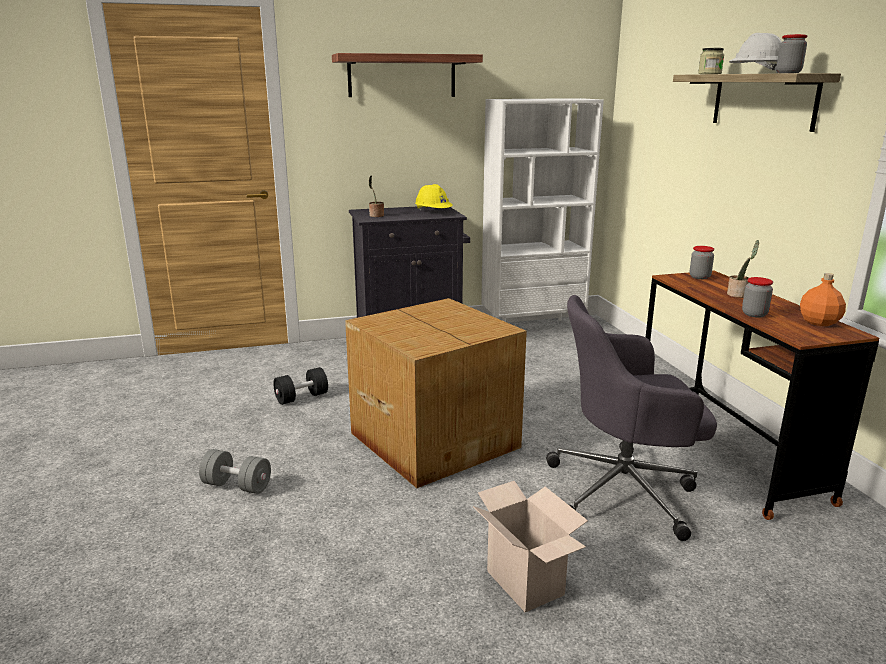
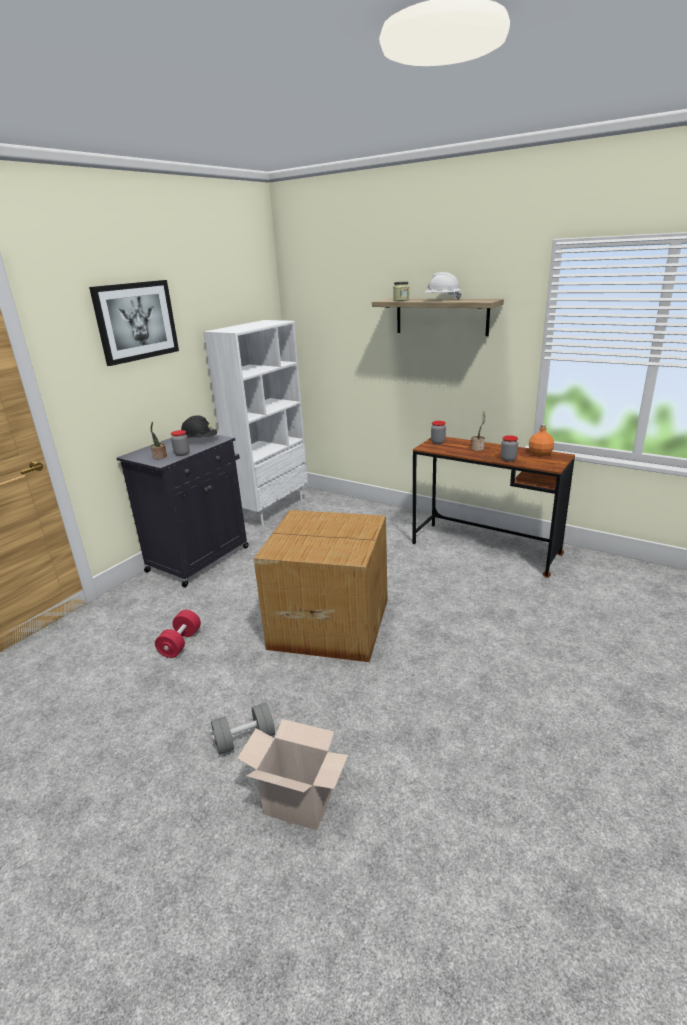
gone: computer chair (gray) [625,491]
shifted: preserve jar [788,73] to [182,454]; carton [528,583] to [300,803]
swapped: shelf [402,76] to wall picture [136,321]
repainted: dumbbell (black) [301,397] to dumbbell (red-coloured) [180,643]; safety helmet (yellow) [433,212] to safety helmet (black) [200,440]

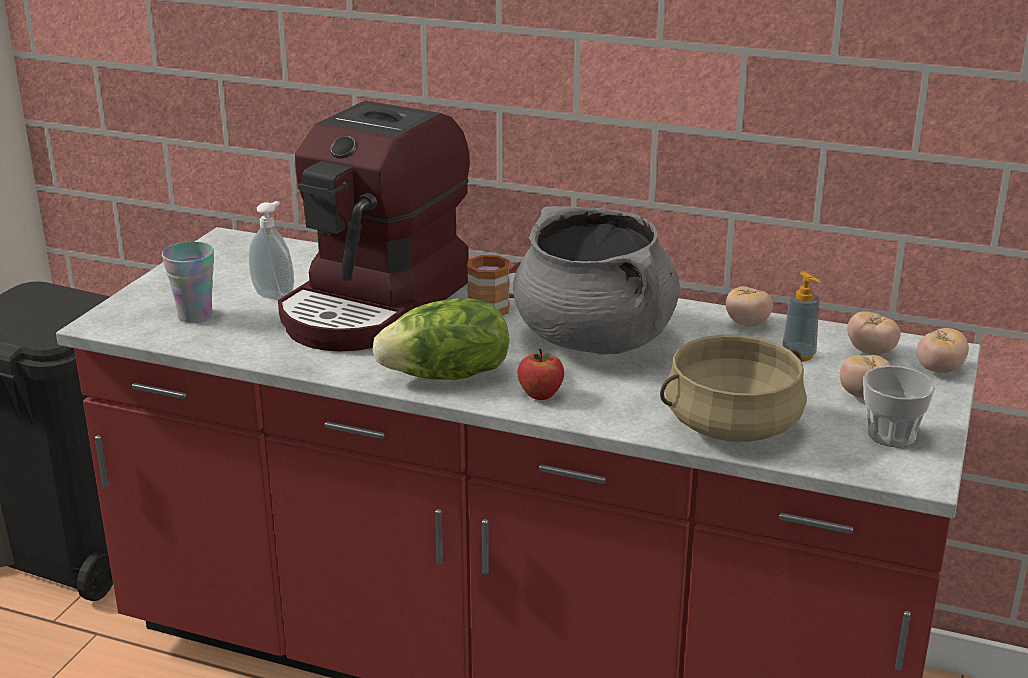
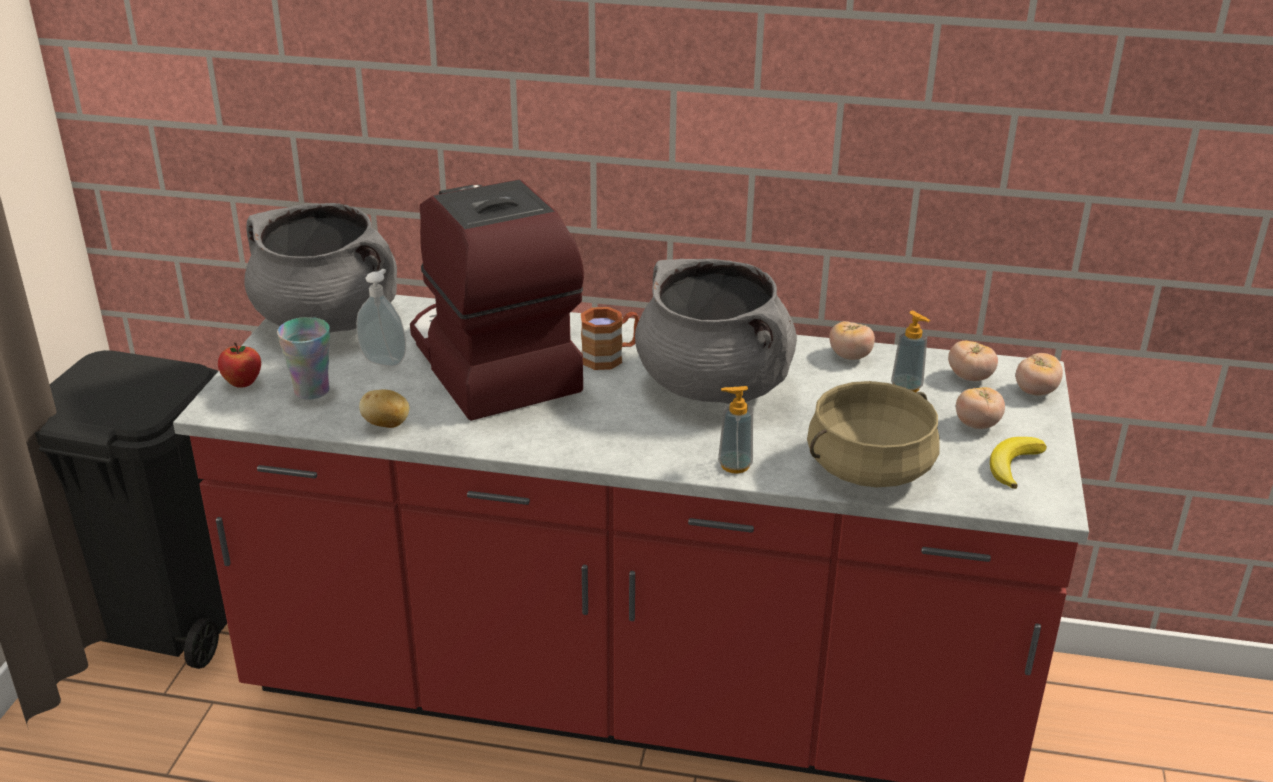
gone: lettuce [447,376]
new: stockpot (gray) [328,320]; spud [386,425]; soap bottle [735,465]
shifted: apple [540,395] to [243,383]
swapped: drinking cup [891,435] to whole banana [1013,465]
rotated: coffee brewer [375,305] = [489,364] 135 degrees clockwise

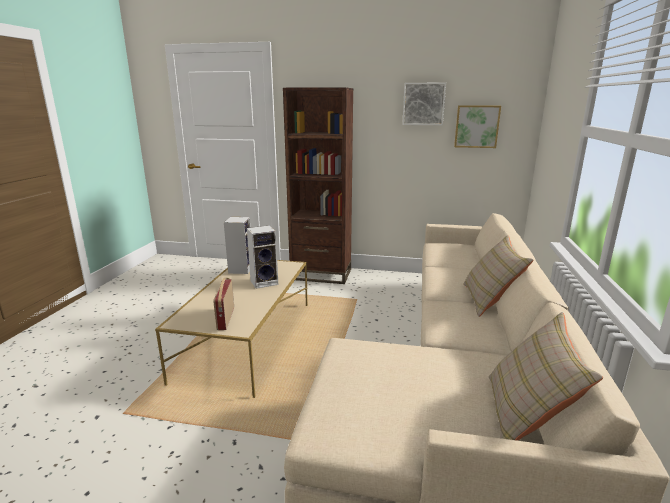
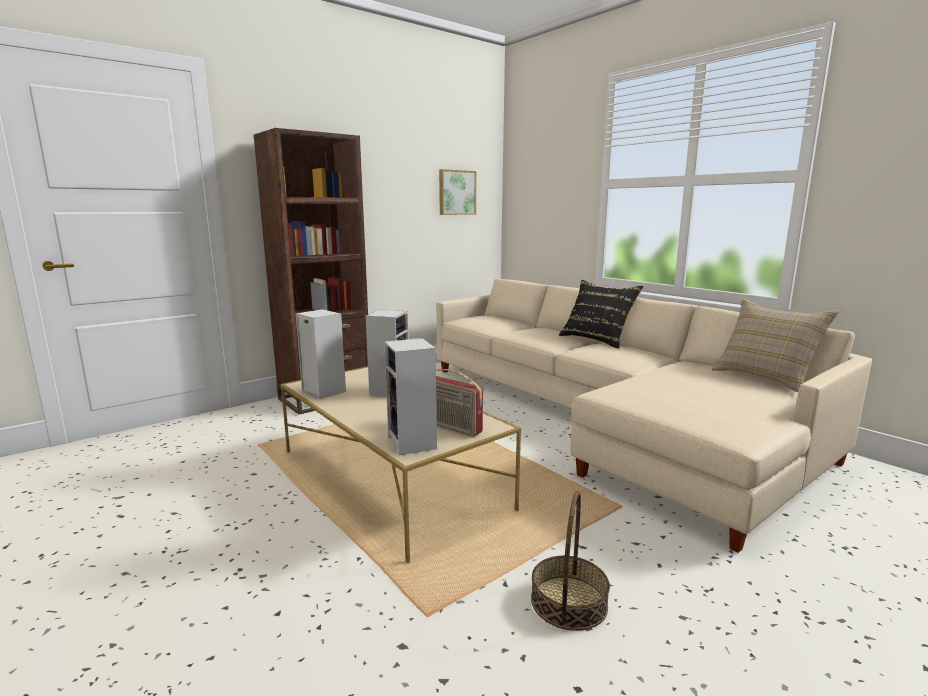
gone: wall picture [423,104]
new: audio speaker [413,444]; storage basket [569,602]
repainted: throw pillow (beige) [489,301] to throw pillow (black) [597,339]

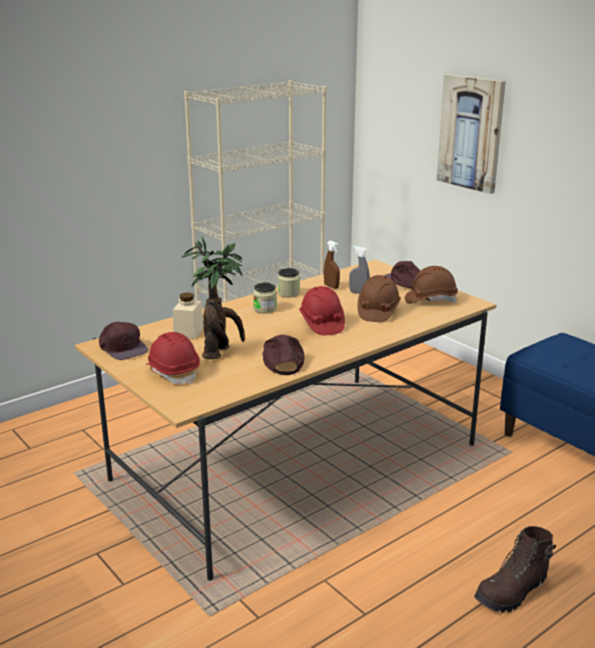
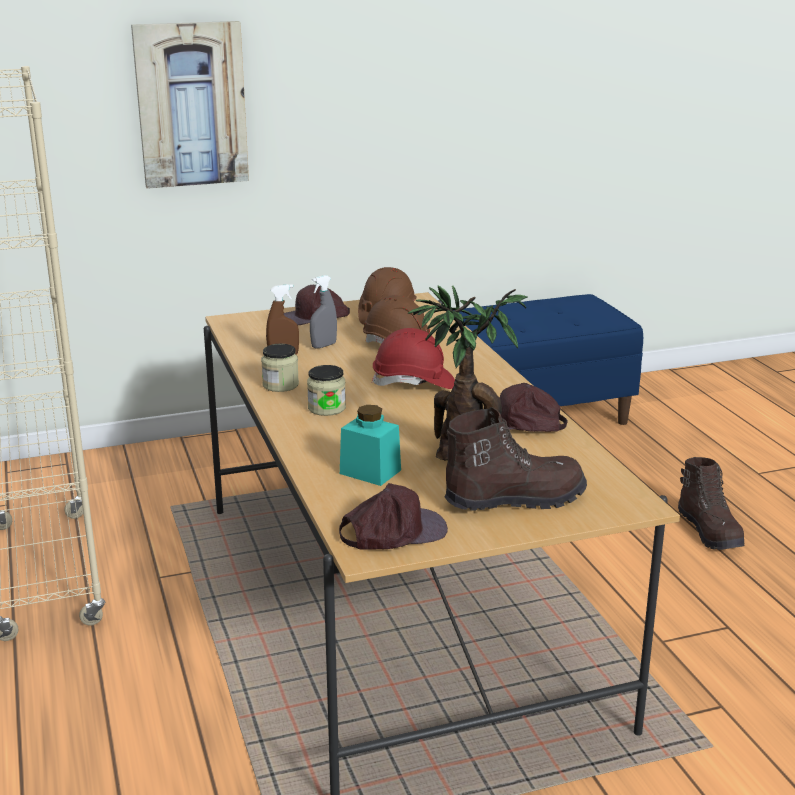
swapped: safety helmet (red-coloured) [173,372] to tall boot (brownish) [514,499]
repainted: preserve jar (beige) [188,332] to preserve jar (blue-green) [370,472]

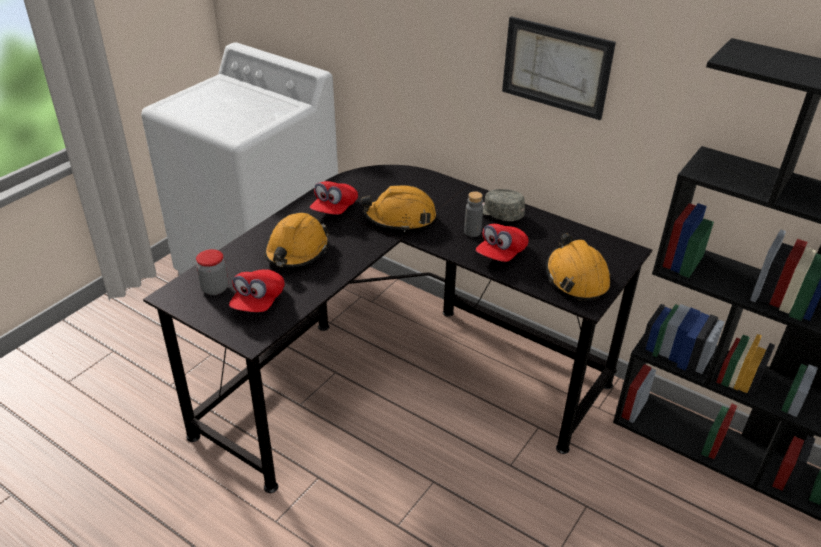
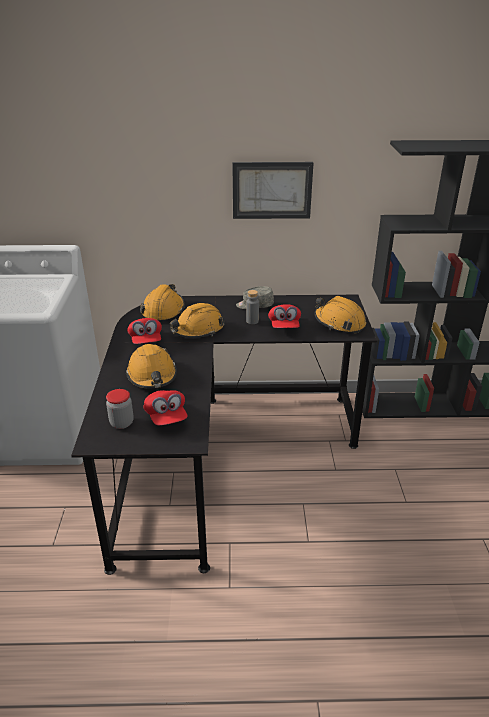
new: safety helmet (orange-coloured) [163,311]

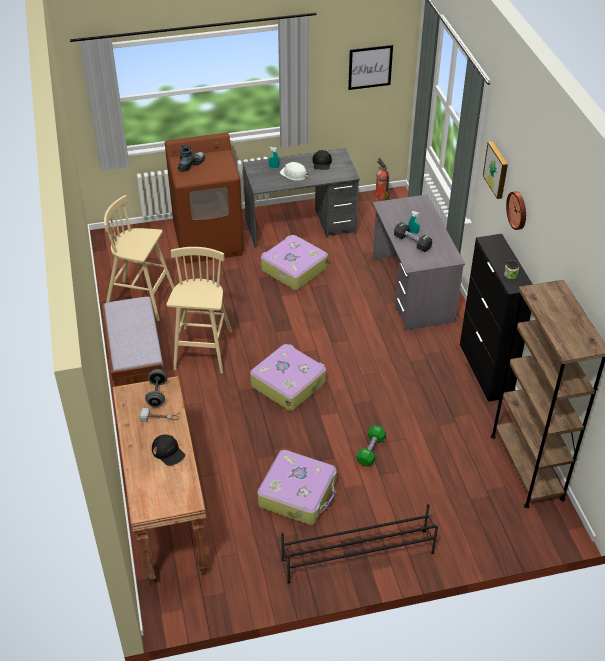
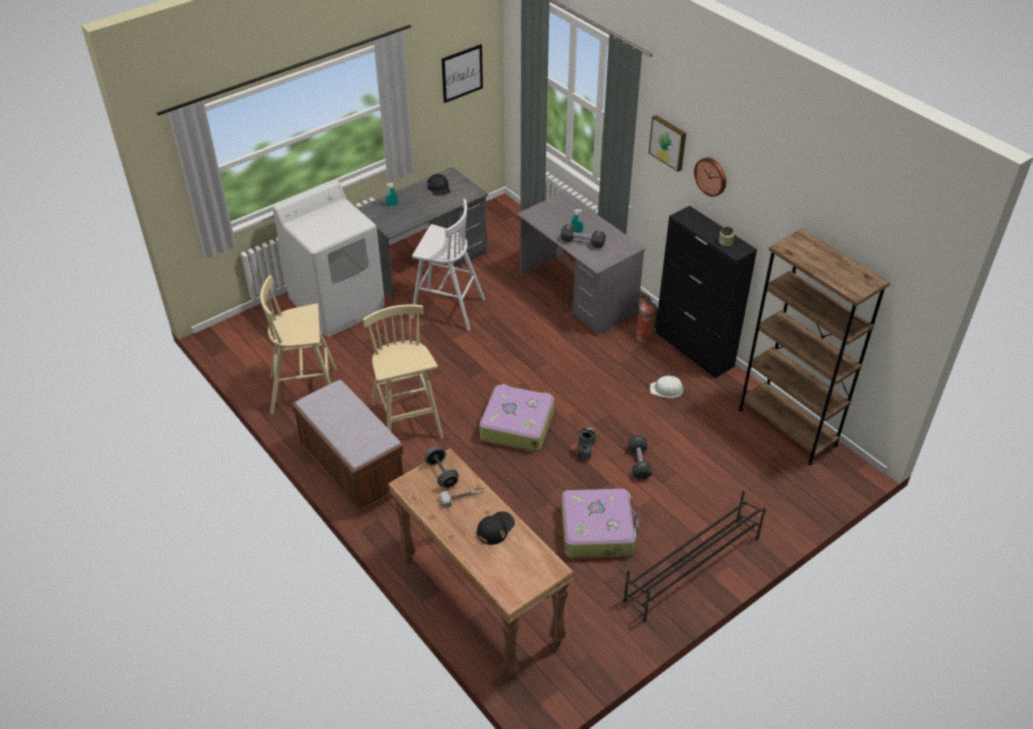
shifted: tall boot [191,165] to [586,446]; fire extinguisher [380,200] to [643,337]; safety helmet (white-coloured) [294,174] to [666,389]
swapped: suitcase [293,269] to stool (white-coloured) [446,308]
repainted: washing machine (brownish) [209,241] to washing machine (white-coloured) [338,305]; dumbbell (green-coloured) [370,450] to dumbbell (black) [639,463]
rotated: peaked cap (black) [168,452] = [495,528] 75 degrees counterclockwise

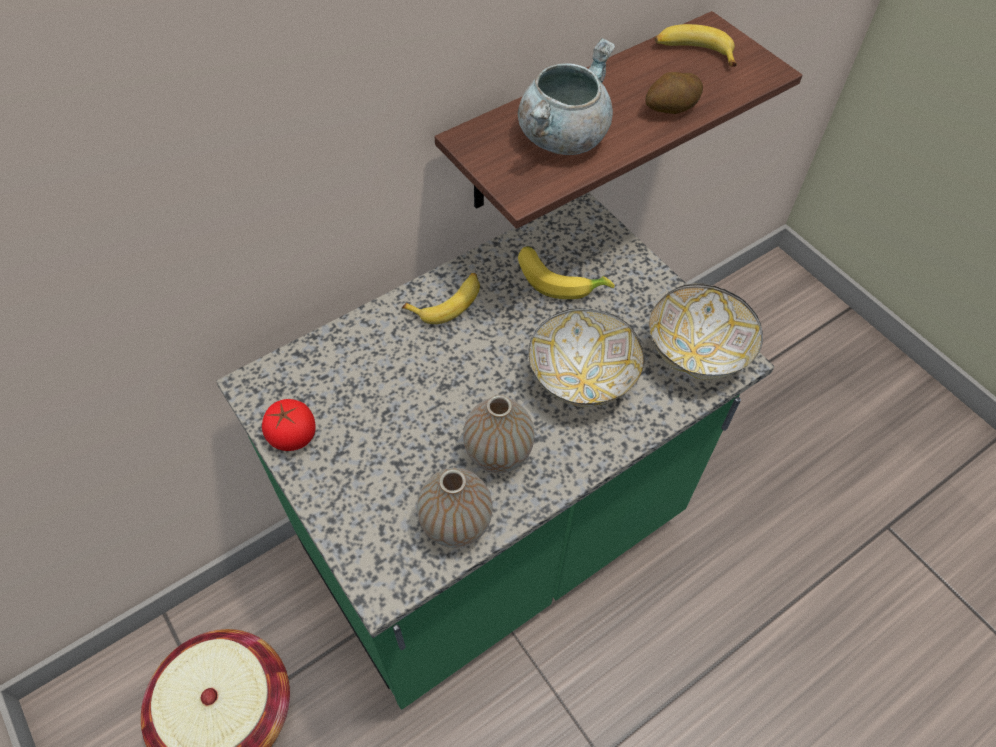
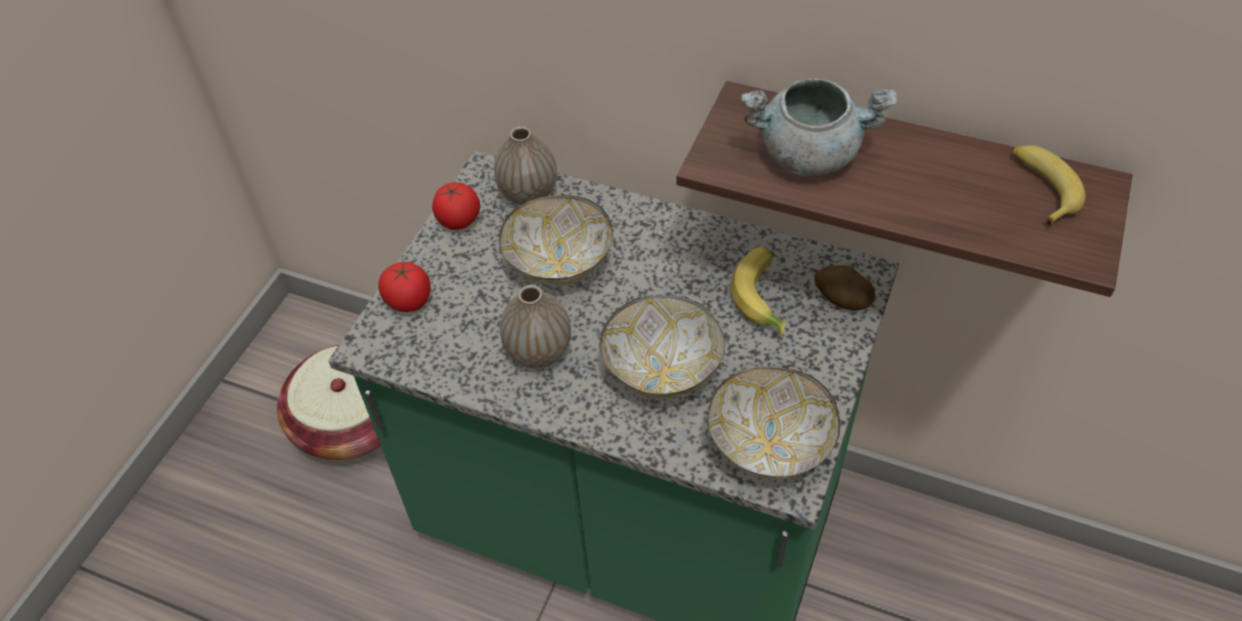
gone: whole banana [447,302]
new: fresh tomato [409,300]; deep dish [560,265]
shifted: vase [456,524] to [528,194]; spud [670,109] to [841,299]

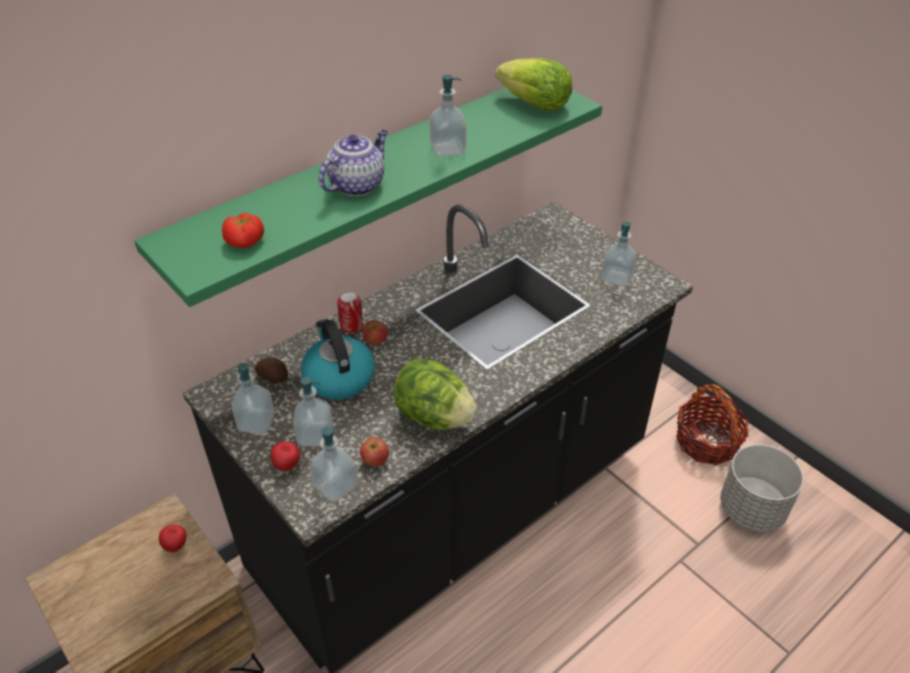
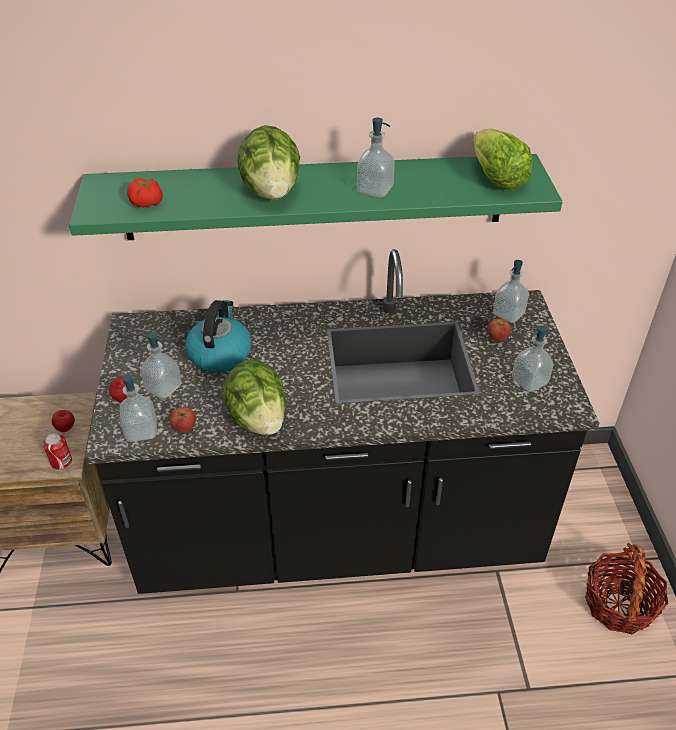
gone: spud [273,376]; plant pot (gray) [752,509]
shifted: sealed can [351,325] to [61,462]; apple [375,341] to [497,338]; soap bottle [256,422] to [508,314]
swapped: pot for tea [357,184] to lettuce [271,191]

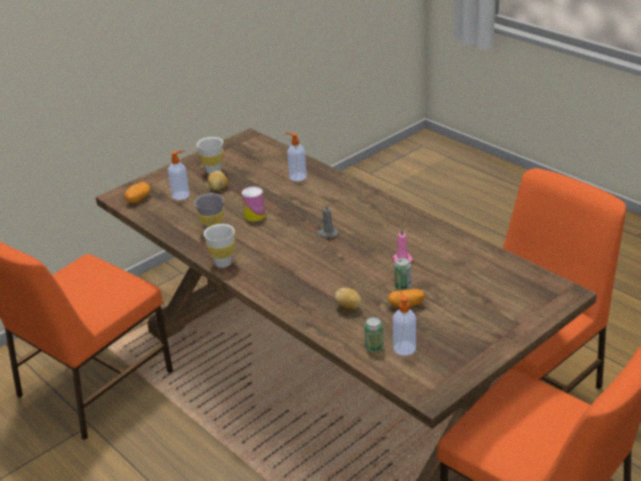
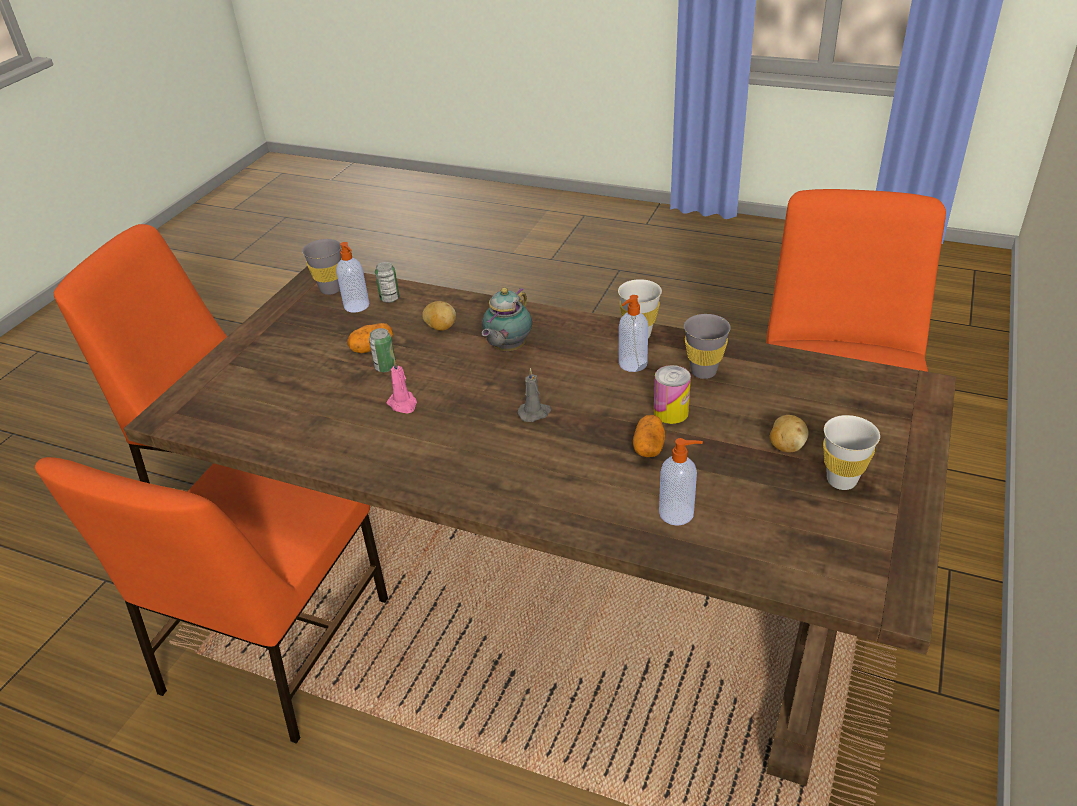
new: drinking cup (gray) [331,289]; pot for tea [507,349]
shifted: soap bottle [181,195] to [632,364]; spud [138,199] to [649,447]

